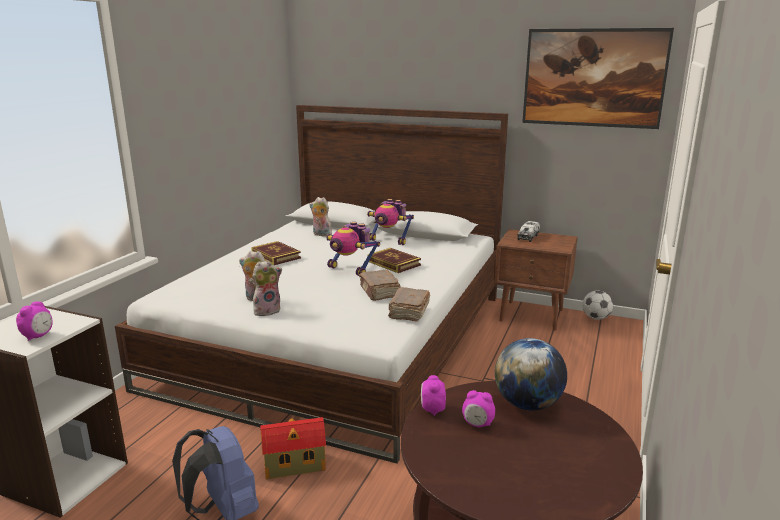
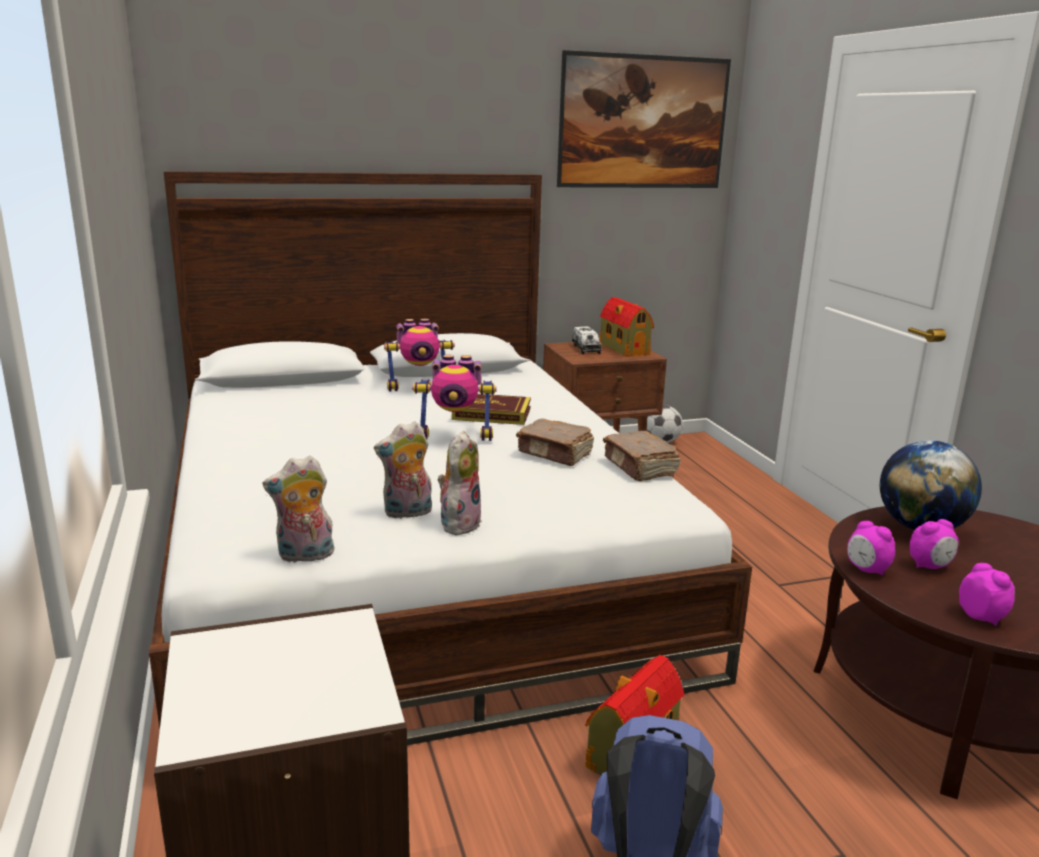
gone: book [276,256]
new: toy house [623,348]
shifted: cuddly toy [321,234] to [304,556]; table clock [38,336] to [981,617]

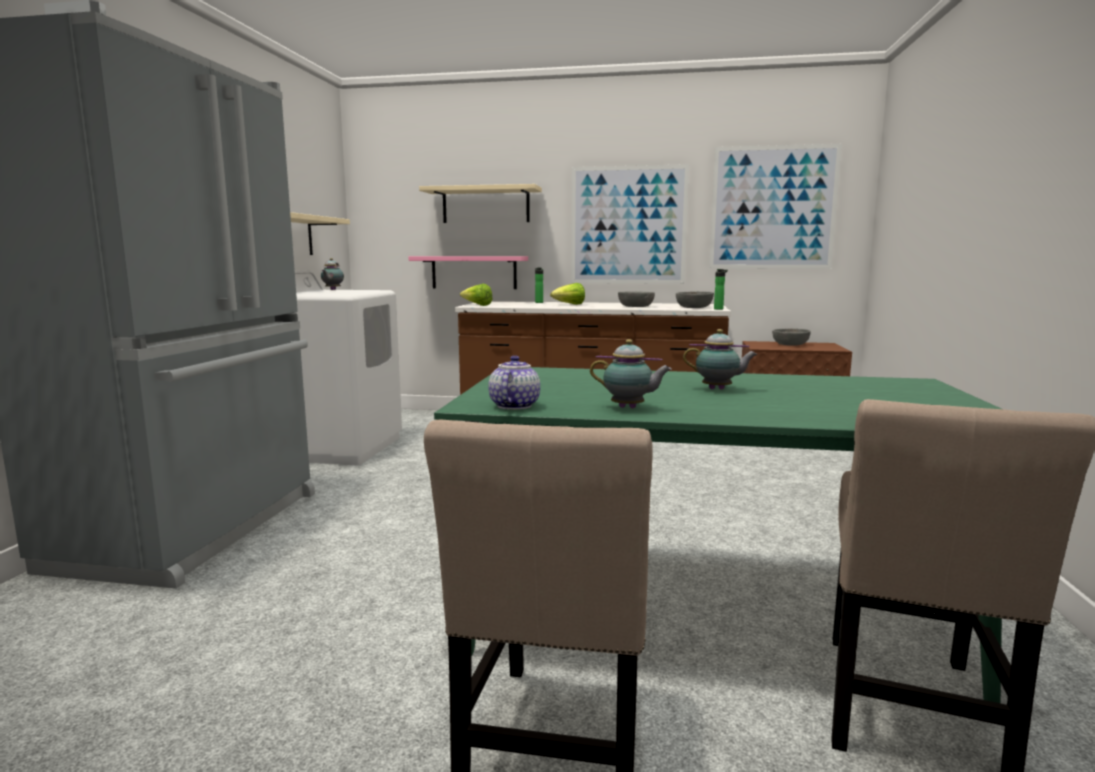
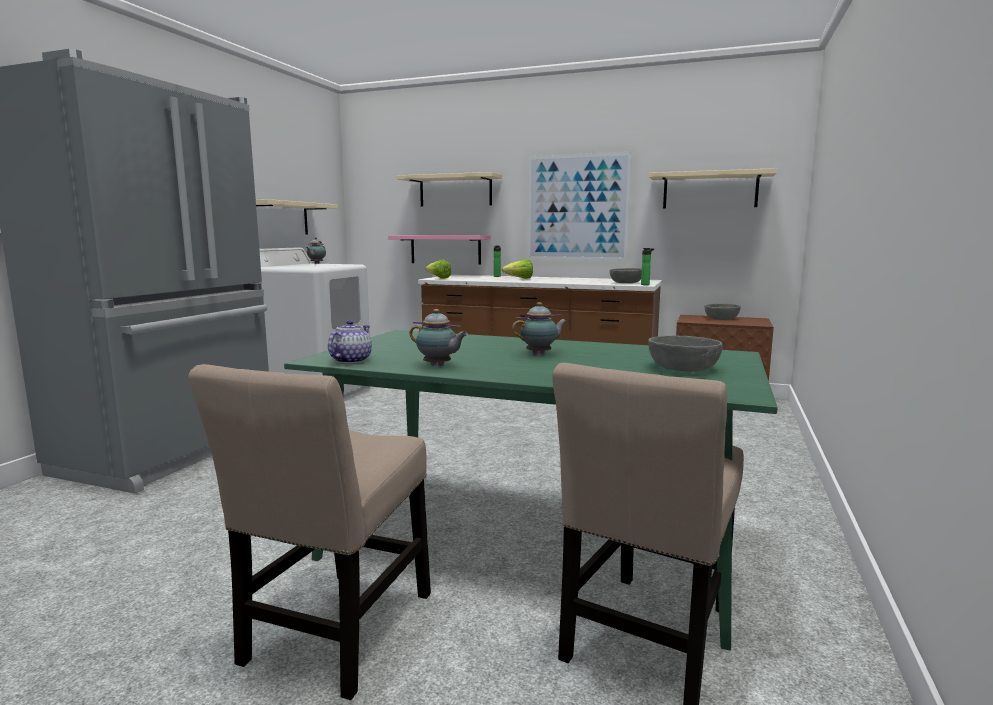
shifted: deep dish (gray) [635,306] to [683,368]
swapped: wall picture [773,208] to shelf (beige) [710,190]
rotated: pot for tea [719,389] = [540,354] 45 degrees counterclockwise

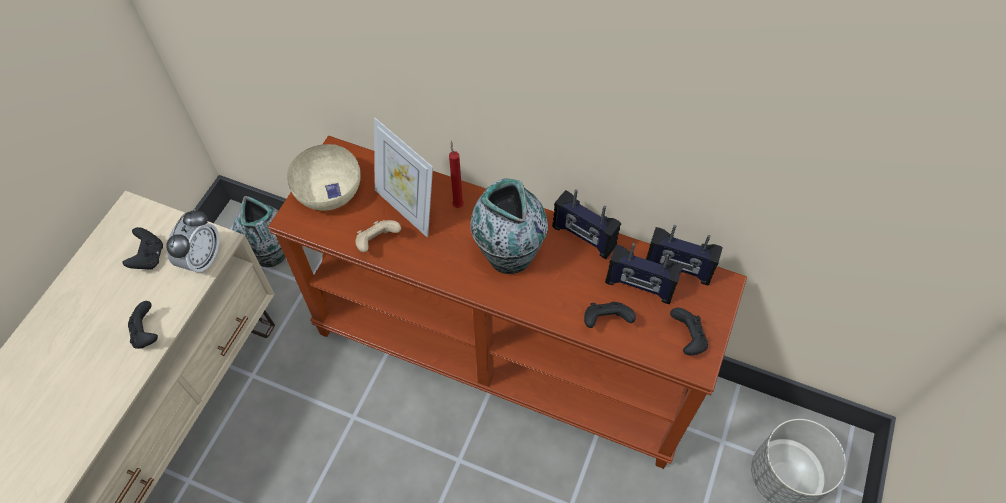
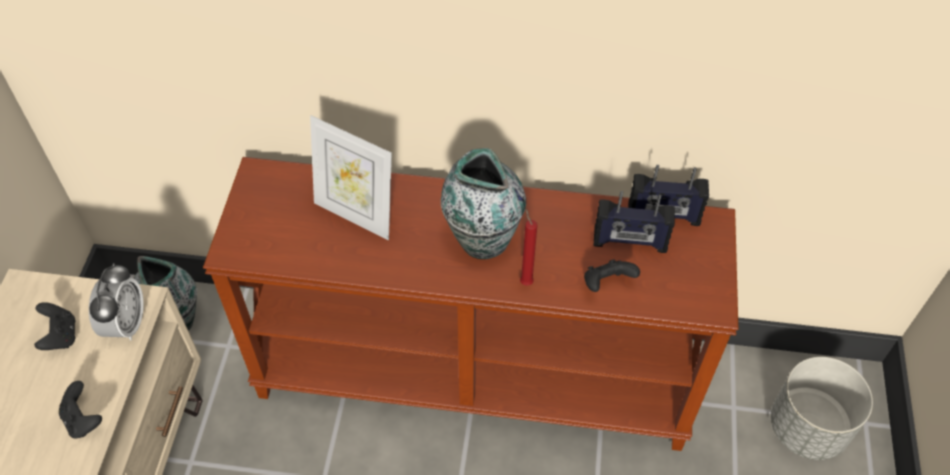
gone: deep dish (beige) [328,191]; gamepad (beige) [377,242]; radio [583,237]; gamepad (black) [687,339]
shifted: wax candle (red-coloured) [458,204] to [525,281]

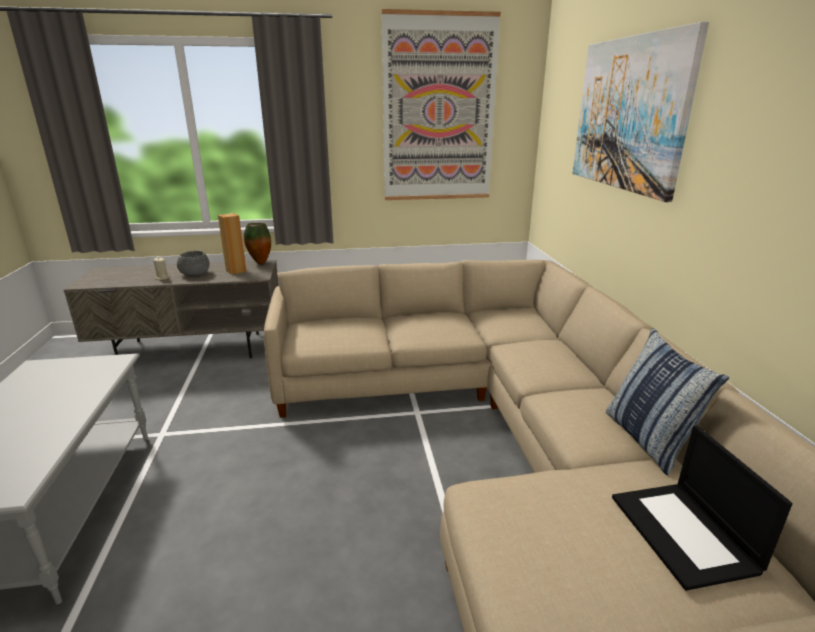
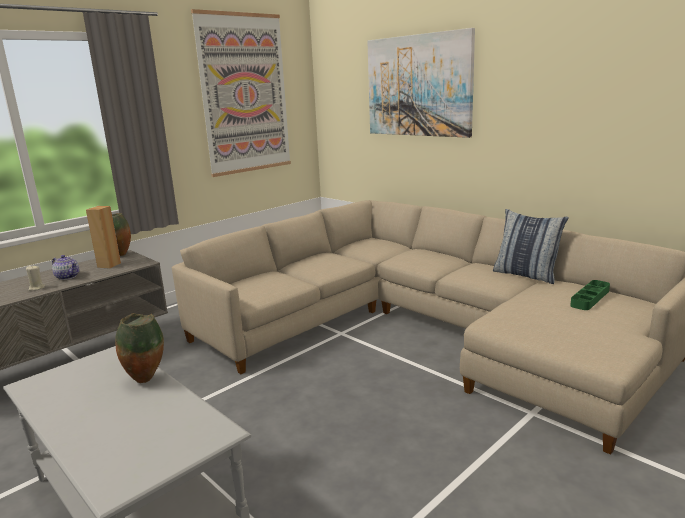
new: vase [146,379]
swapped: deep dish (gray) [195,273] to pot for tea [67,277]; notebook computer [684,533] to carrying tray (green-coloured) [590,298]

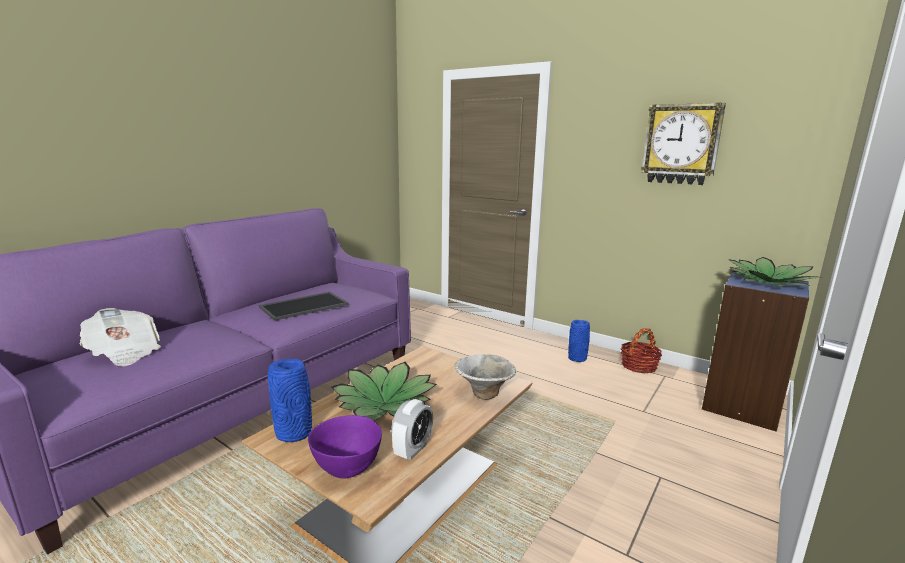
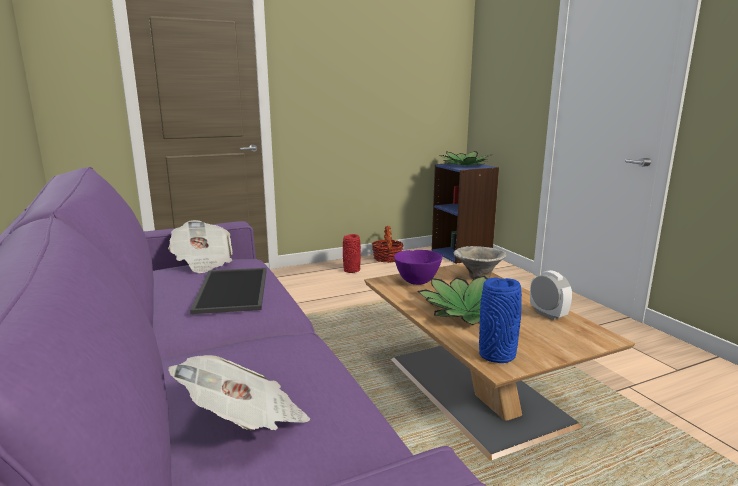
gone: wall clock [681,144]
new: printed paper [203,262]
shifted: deep dish (purple-coloured) [348,469] to [416,282]
repainted: vase (blue) [577,358] to vase (red-coloured) [351,270]

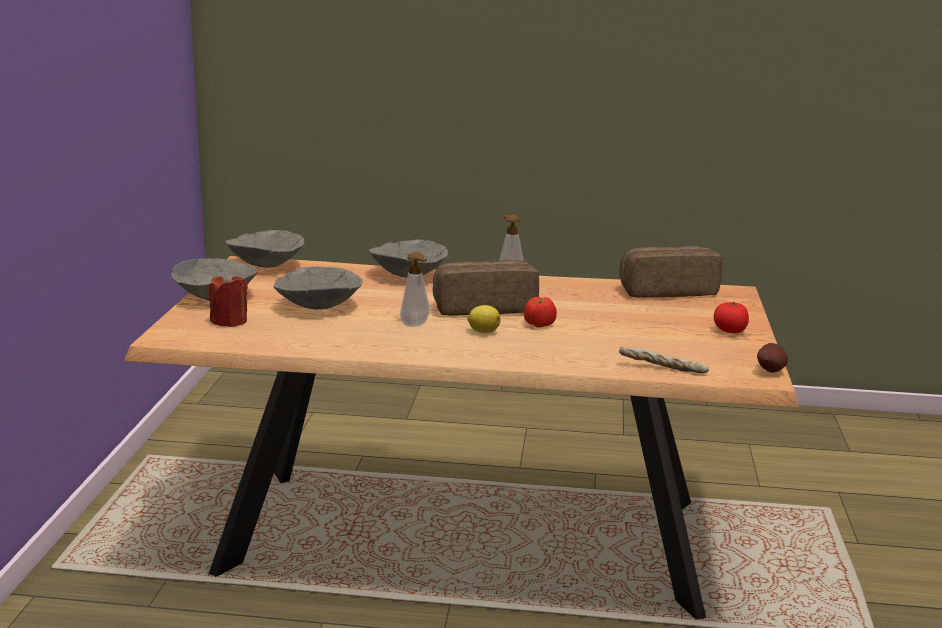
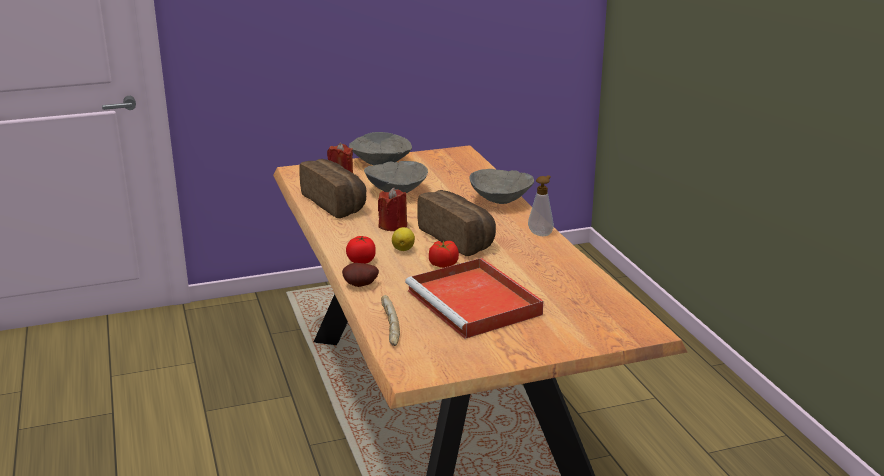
gone: deep dish (gray) [265,265]
new: carrying tray (red-coloured) [475,303]
shifted: bread [667,290] to [336,203]; spud [771,371] to [360,286]; fresh tomato [730,331] to [361,261]
swapped: soap bottle [416,325] to wax candle (red-coloured) [393,226]

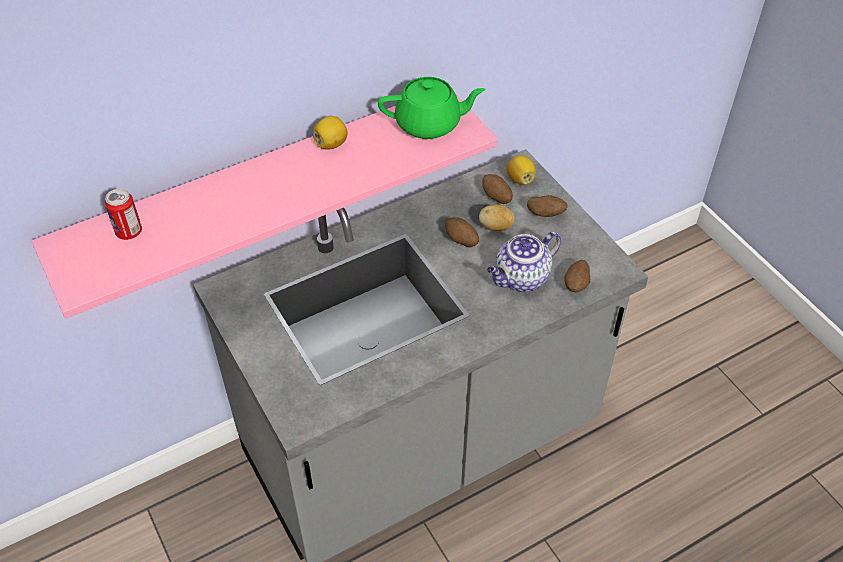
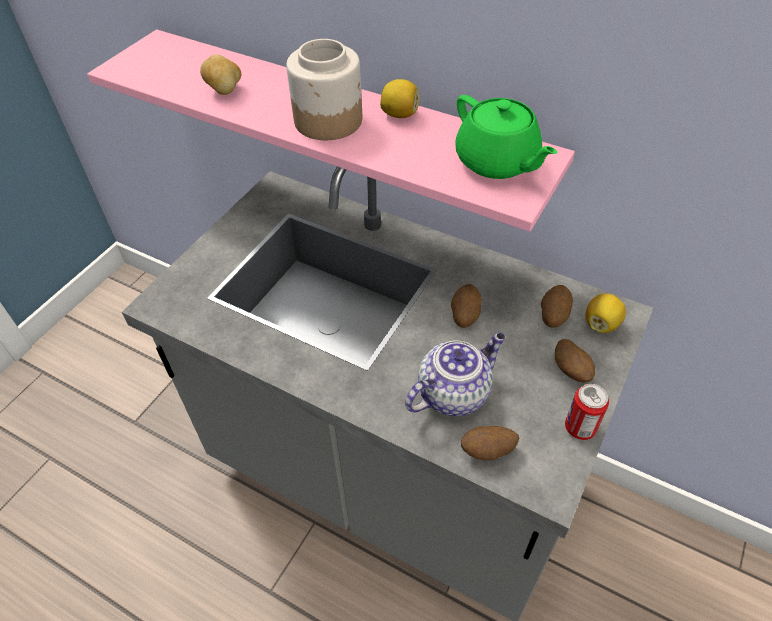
new: preserve jar [329,120]
shifted: spud [495,227] to [225,90]; sealed can [129,232] to [580,428]
rotated: pot for tea [521,279] = [454,392] 120 degrees clockwise

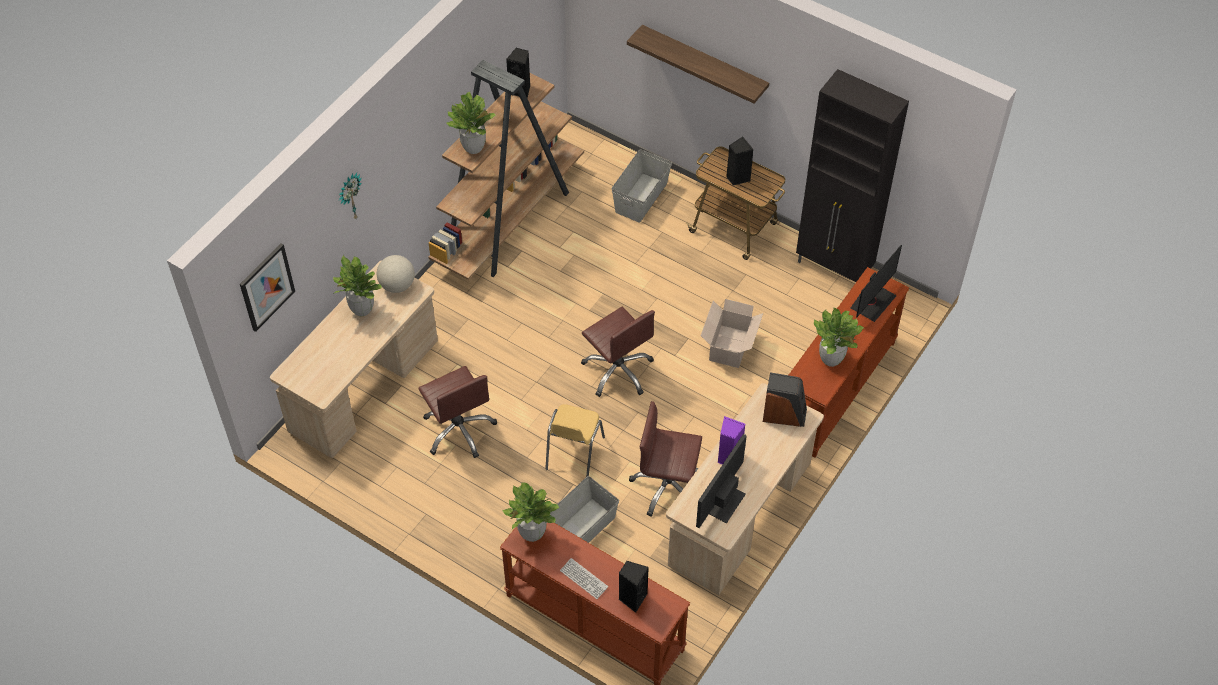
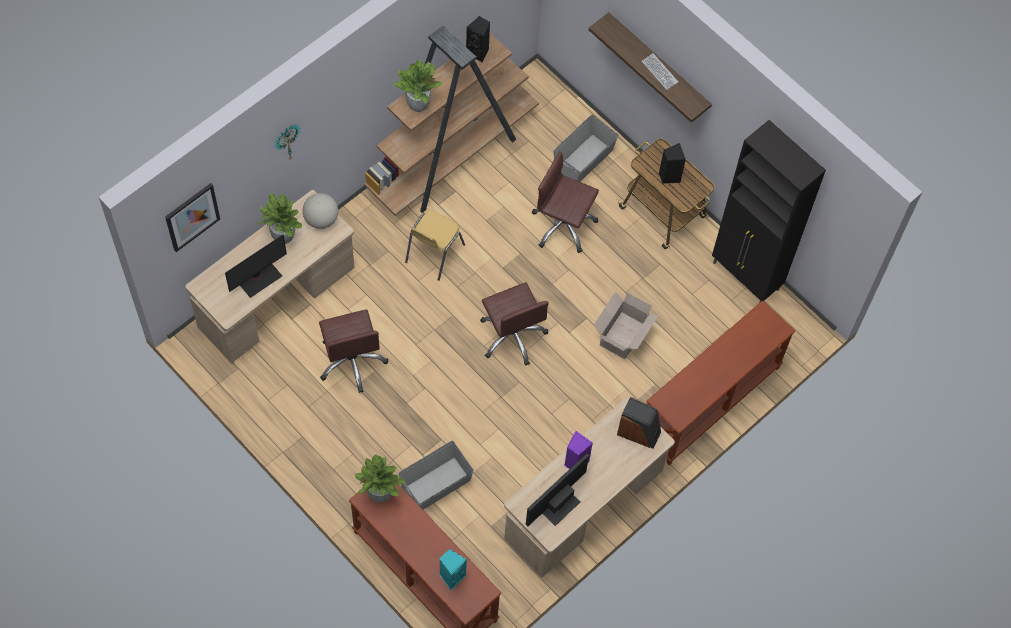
gone: potted plant [831,359]
shifted: monitor [872,302] to [258,277]; plain chair (yellow) [574,453] to [433,253]; computer chair (brownish) [667,487] to [563,225]; keyboard [584,579] to [659,72]
repainted: audio speaker (black) [632,598] to audio speaker (blue-green) [451,576]

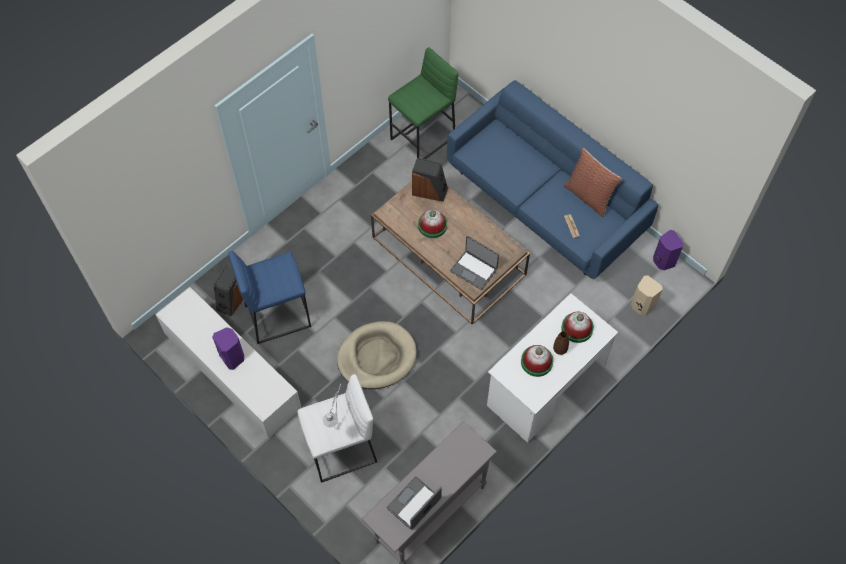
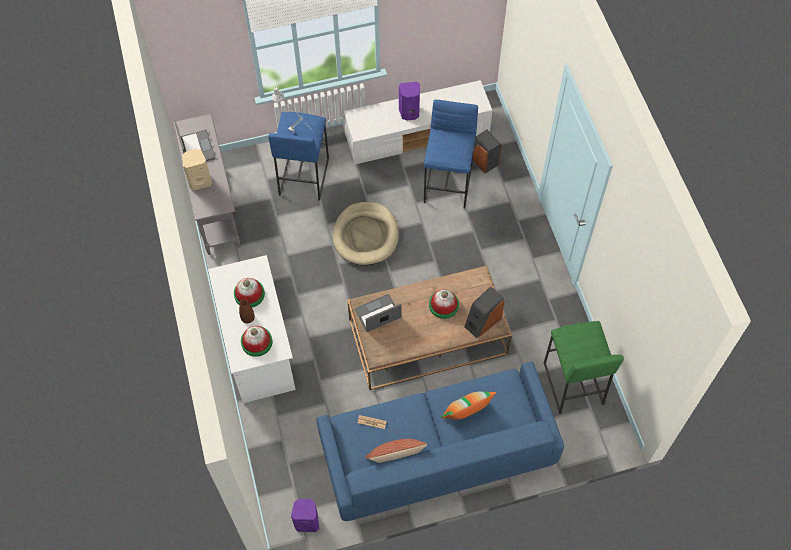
new: throw pillow [466,413]
shifted: audio speaker (beige) [641,306] to [200,181]
repainted: stool (white-coloured) [341,451] to stool (blue) [303,176]

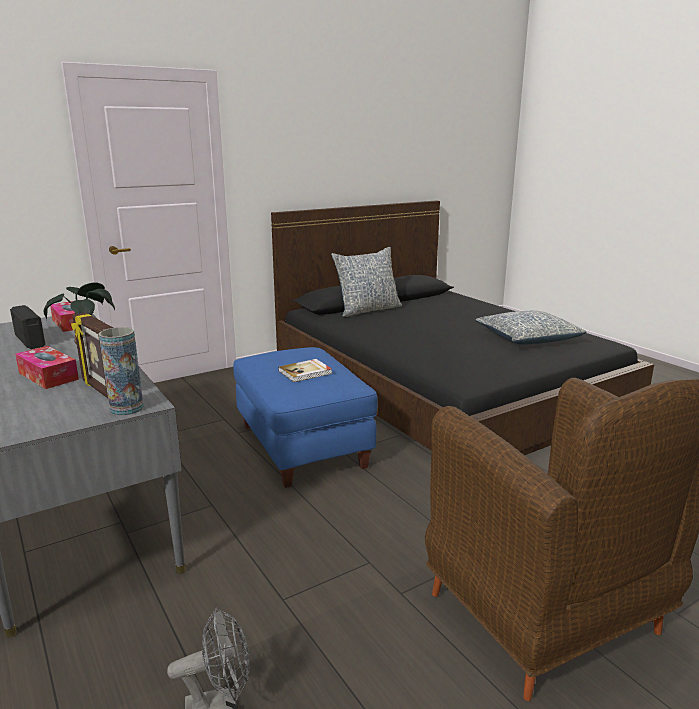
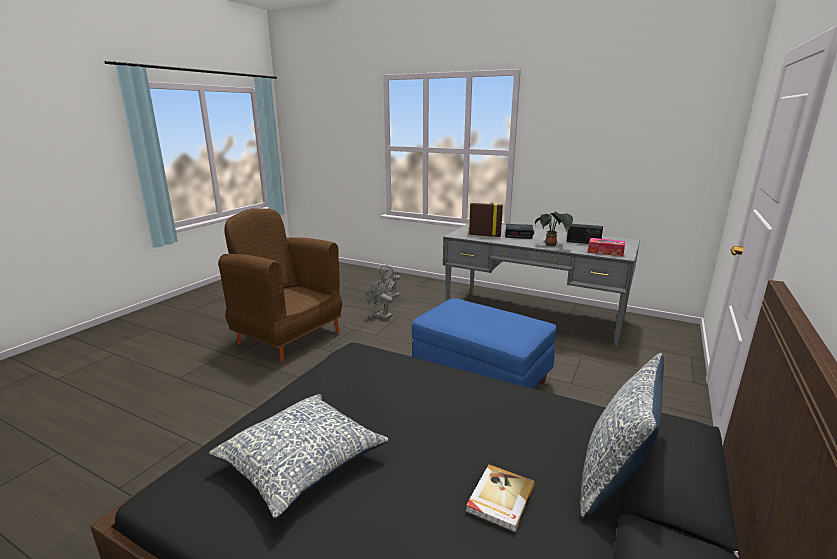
gone: vase [126,408]
new: cooling fan (gray) [380,315]
shifted: book [305,372] to [499,498]
swapped: tissue holder [48,376] to table clock [519,235]

